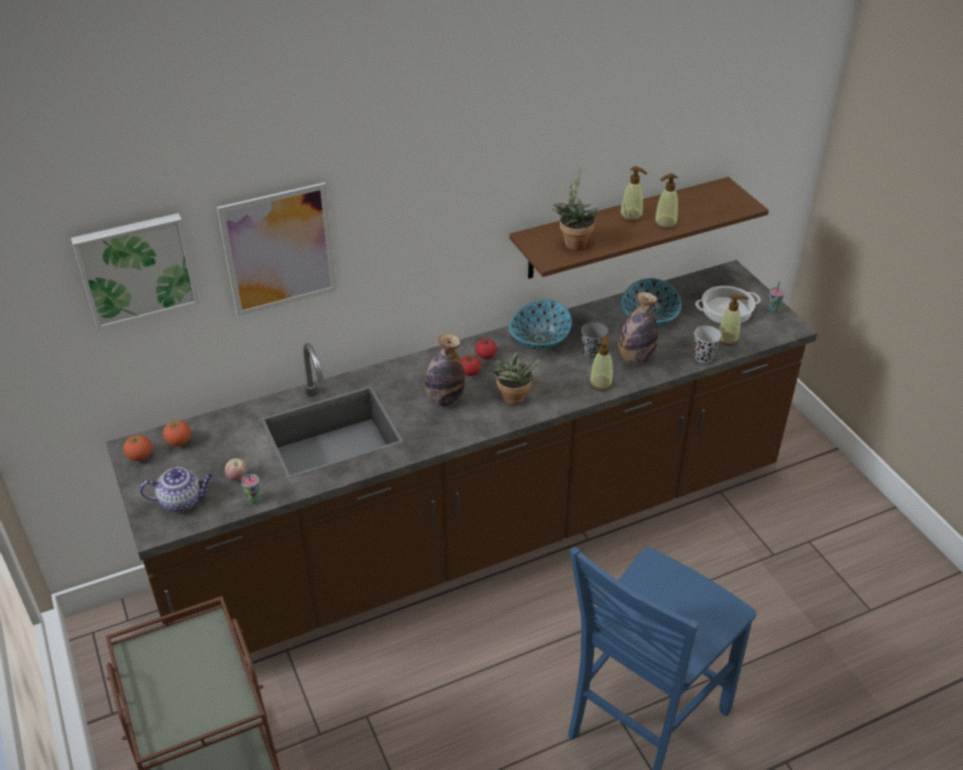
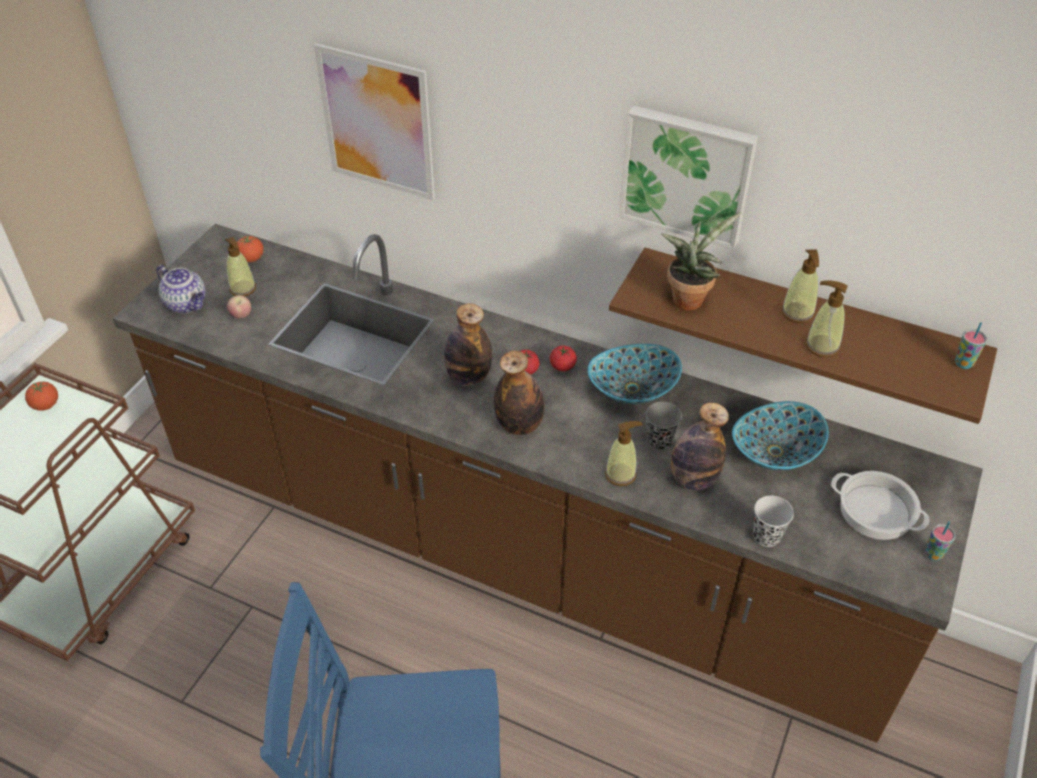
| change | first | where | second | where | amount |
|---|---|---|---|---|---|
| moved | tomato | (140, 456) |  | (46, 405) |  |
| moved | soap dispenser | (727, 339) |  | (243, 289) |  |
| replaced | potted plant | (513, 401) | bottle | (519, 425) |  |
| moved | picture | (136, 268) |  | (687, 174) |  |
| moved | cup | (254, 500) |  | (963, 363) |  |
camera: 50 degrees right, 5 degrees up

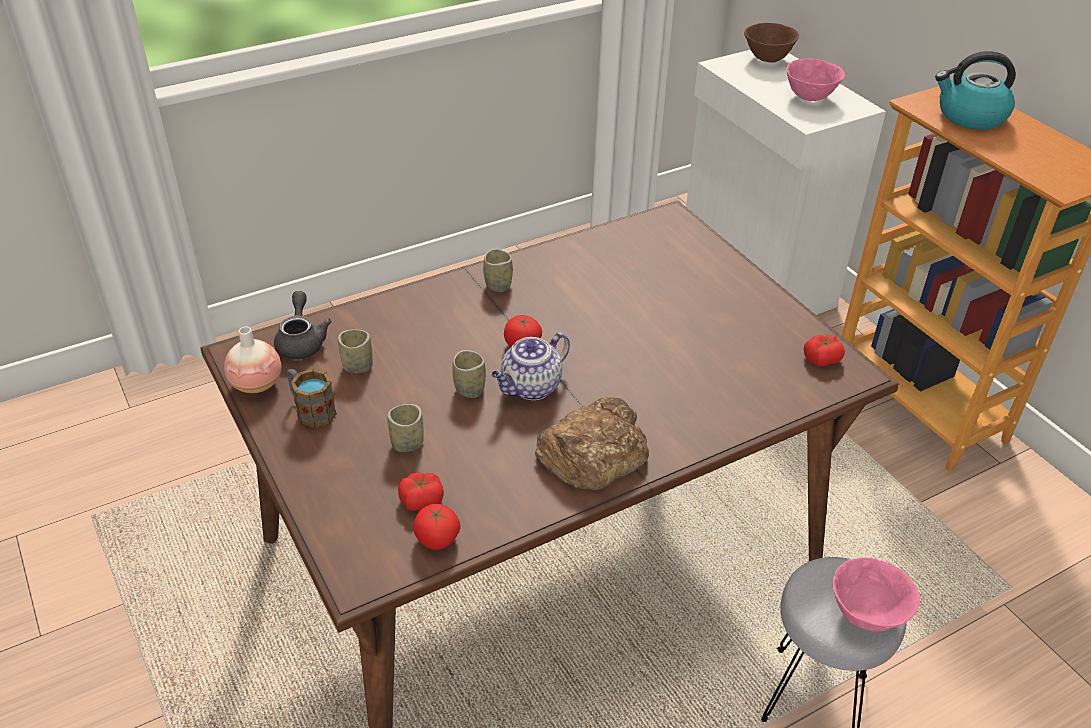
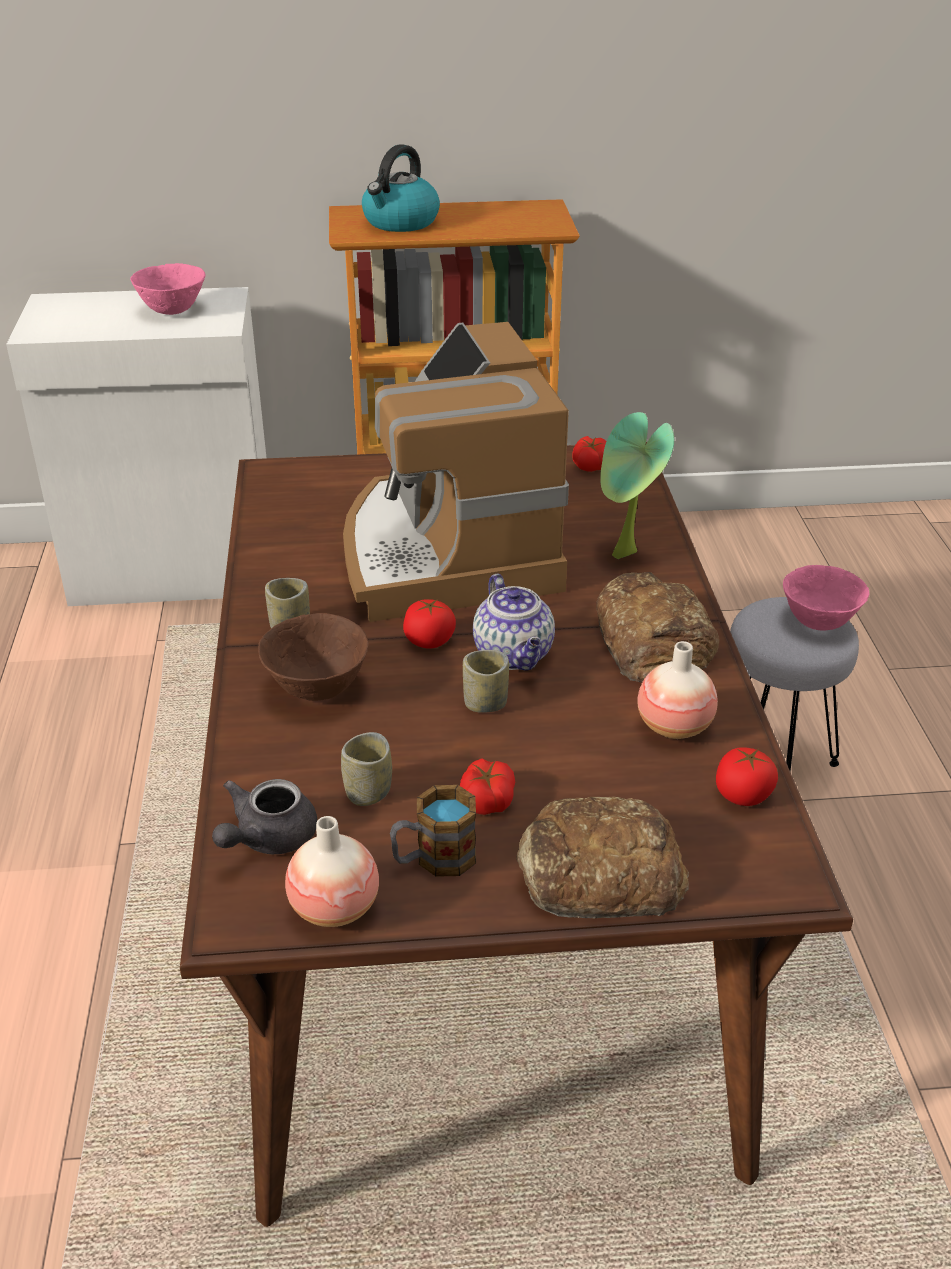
| change | first | where | second | where | amount |
|---|---|---|---|---|---|
| turned | teapot/grey | (302, 342) |  | (267, 838) | 75 degrees counterclockwise |
| moved | bowl/brown | (767, 59) |  | (316, 689) |  |
| added |  |  | coffee machine | (447, 552) |  |
| moved | tomato | (421, 499) |  | (487, 799) |  |
| added |  |  | bread | (597, 872) |  |
| added |  |  | potted plant | (625, 556) |  |
| added |  |  | vase | (674, 727) |  |
| removed | cup | (407, 443) |  |  |  |
camera: 65 degrees left, 5 degrees down

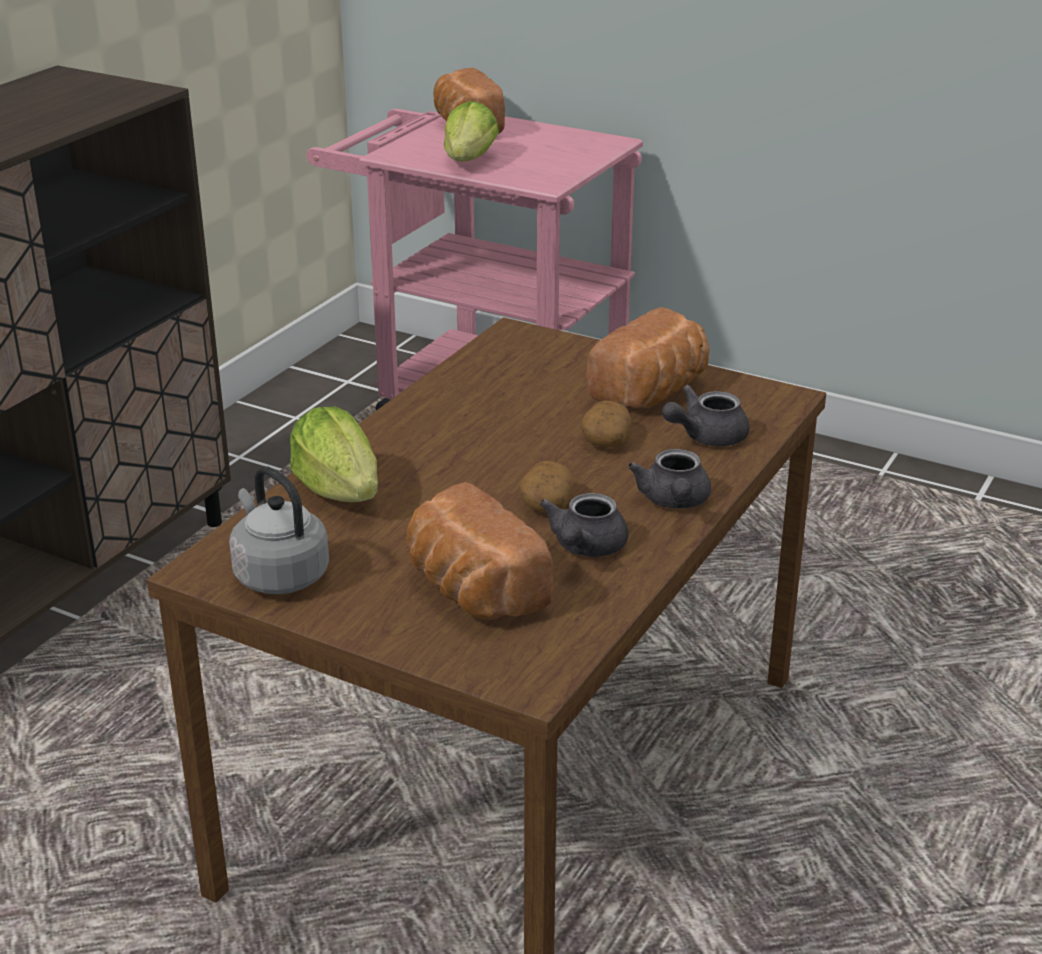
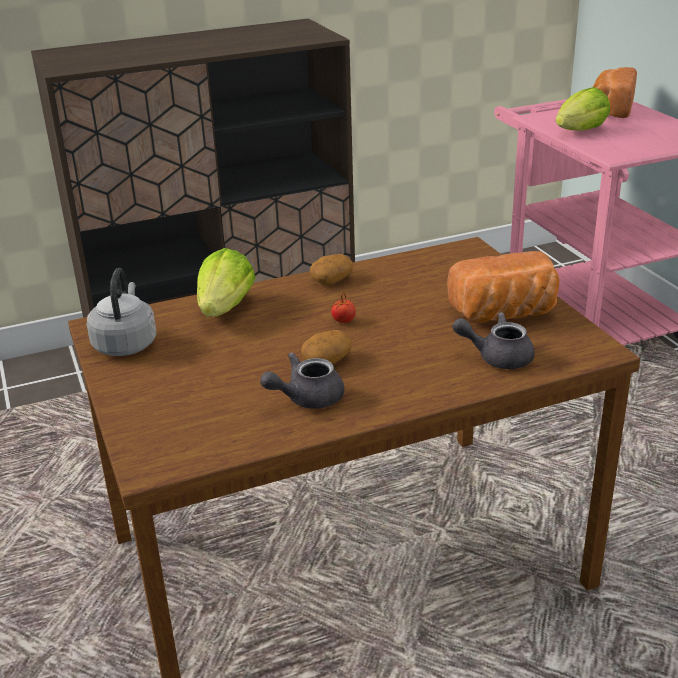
| change | first | where | second | where | amount |
|---|---|---|---|---|---|
| moved | potato | (605, 439) |  | (332, 280) |  |
| added |  |  | tomato | (343, 321) |  |
| removed | bread | (471, 590) |  |  |  |
| removed | teapot/grey | (674, 502) |  |  |  |
camera: 40 degrees right, 0 degrees up

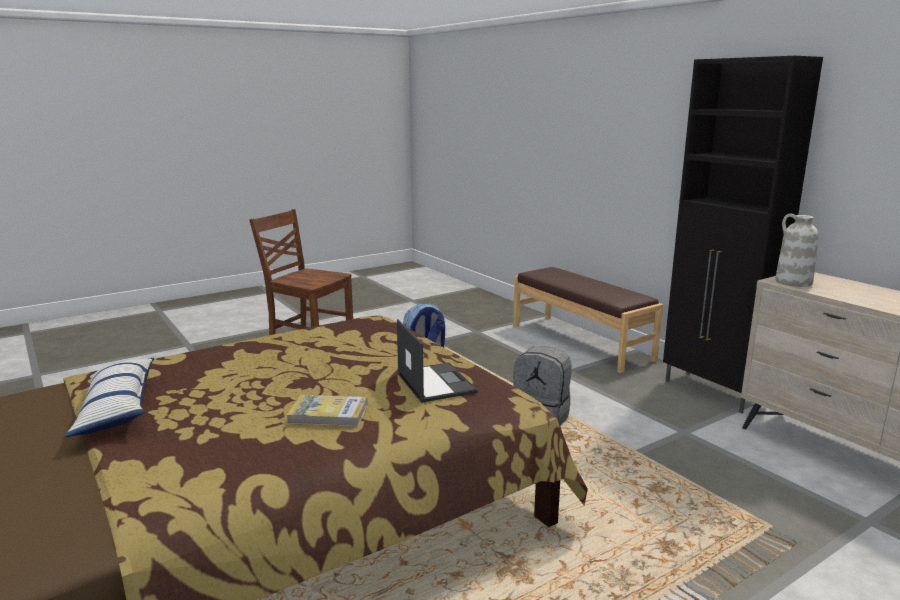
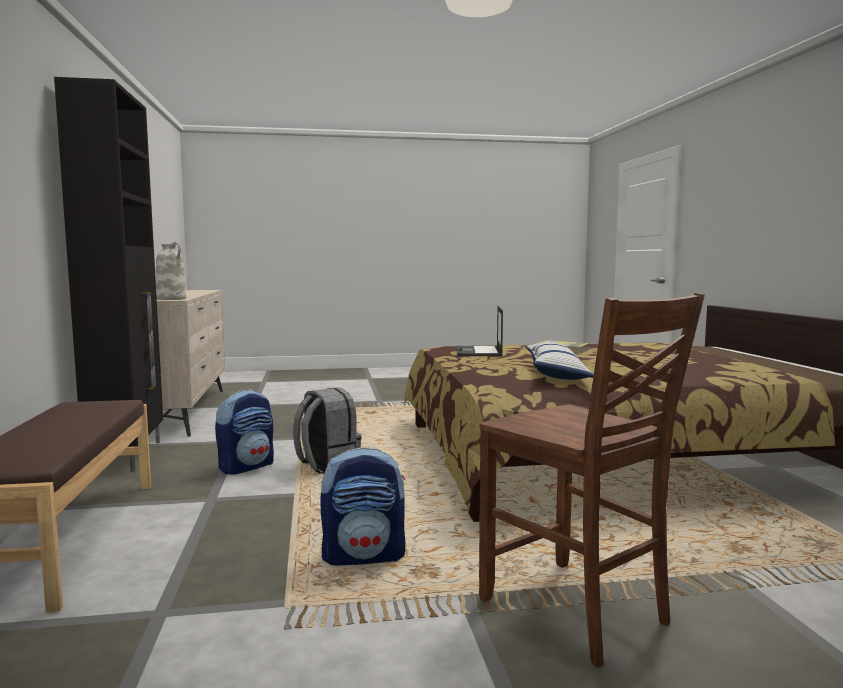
| change | first | where | second | where | amount |
|---|---|---|---|---|---|
| added |  |  | backpack | (247, 466) |  |
| moved | pillow | (117, 408) |  | (556, 374) |  |
camera: 155 degrees left, 10 degrees down

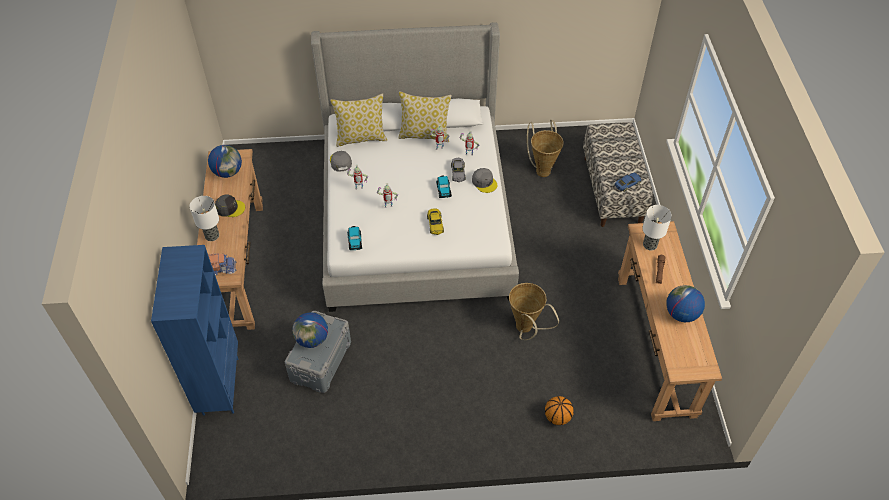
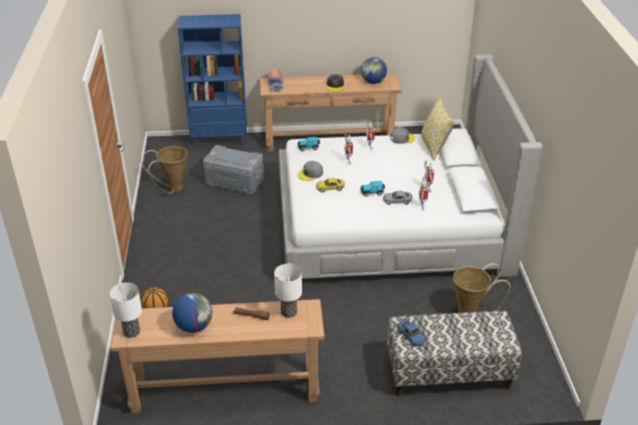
| change | first | where | second | where | amount |
|---|---|---|---|---|---|
| moved | table lamp | (212, 236) |  | (131, 332) |  |
| moved | basket | (526, 329) |  | (172, 189) |  |
| moved | cap/grey | (484, 182) |  | (310, 174) |  |
| removed | globe | (312, 339) |  |  |  |
| removed | pillow | (424, 134) |  |  |  |
camera: 90 degrees right, 15 degrees down

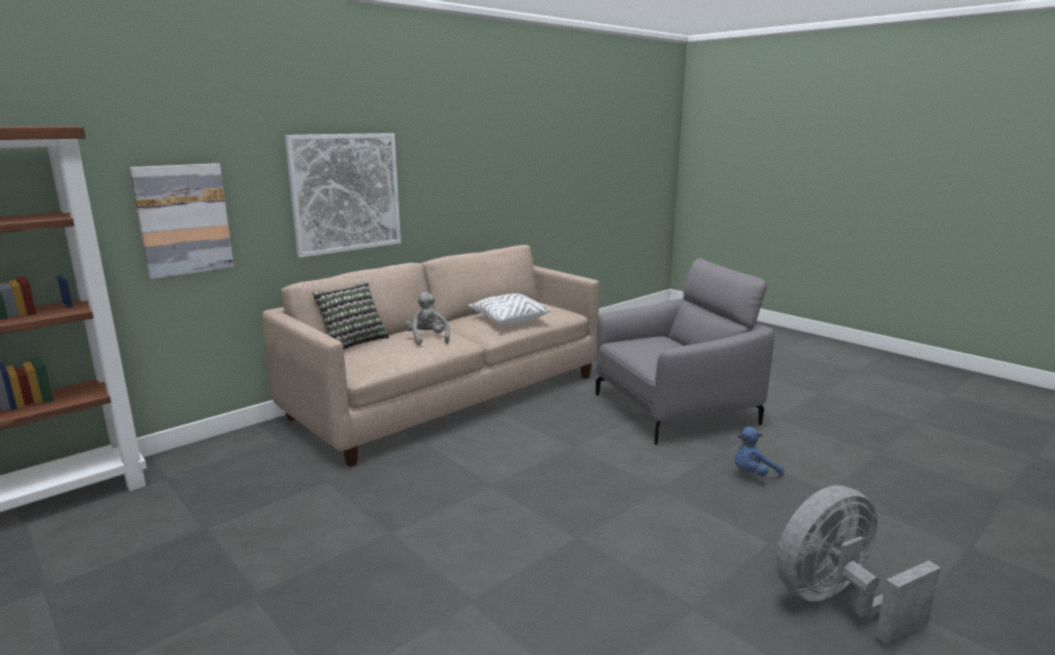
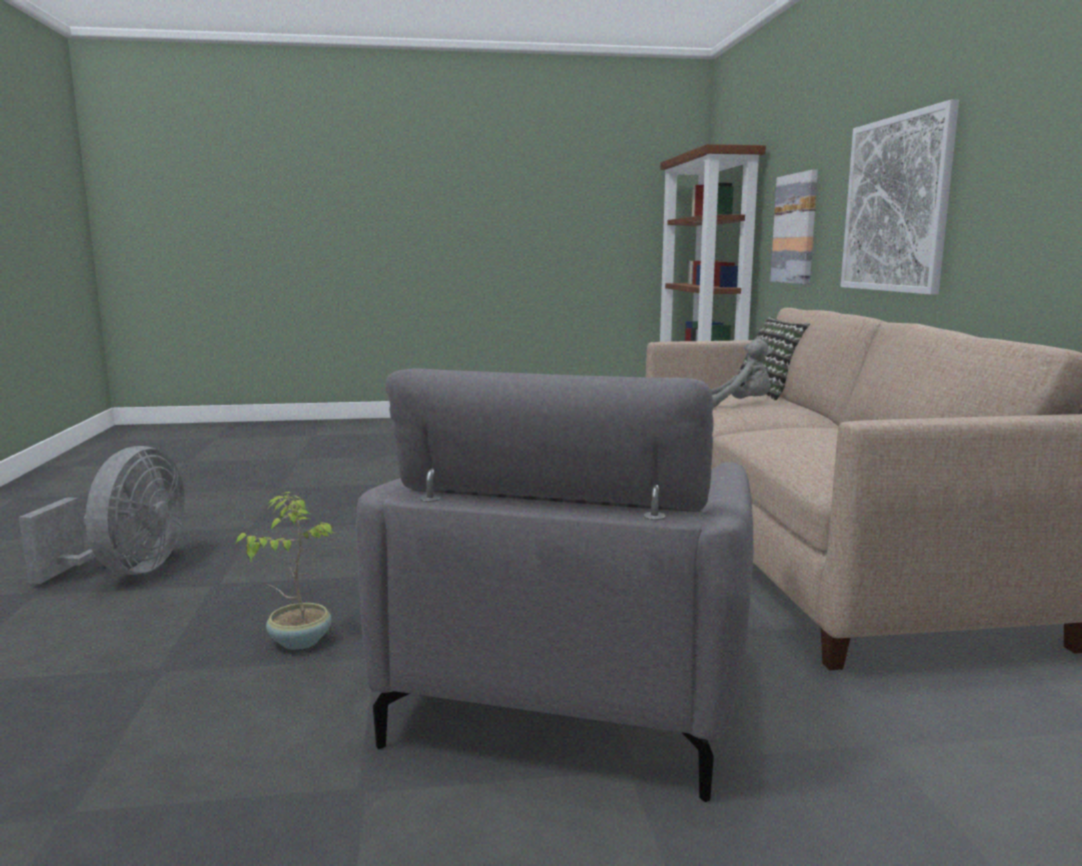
| change | first | where | second | where | amount |
|---|---|---|---|---|---|
| replaced | plush toy/blue | (753, 474) | potted plant | (299, 641) |  |
| removed | pillow/white | (509, 319) |  |  |  |
camera: 125 degrees right, 5 degrees down

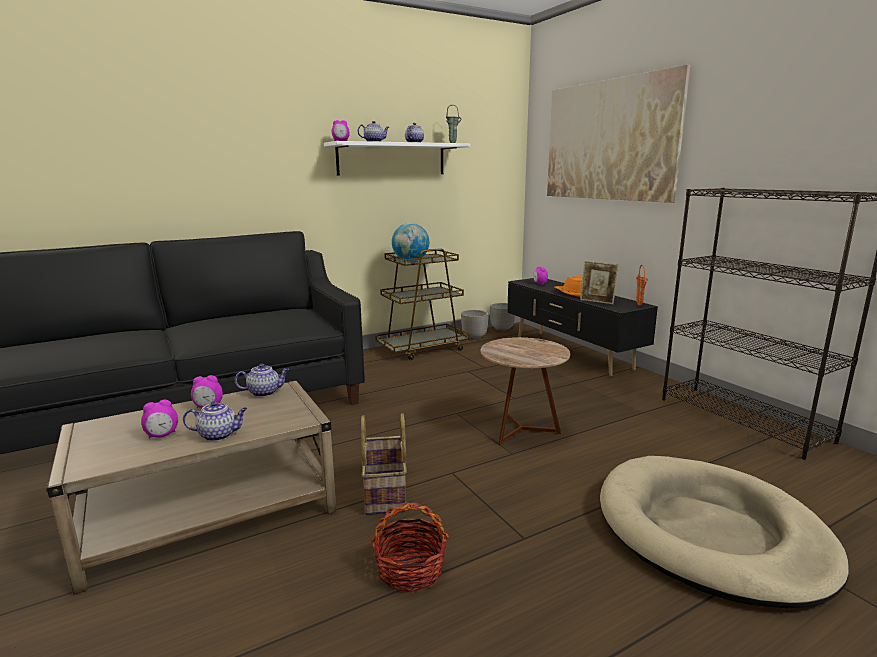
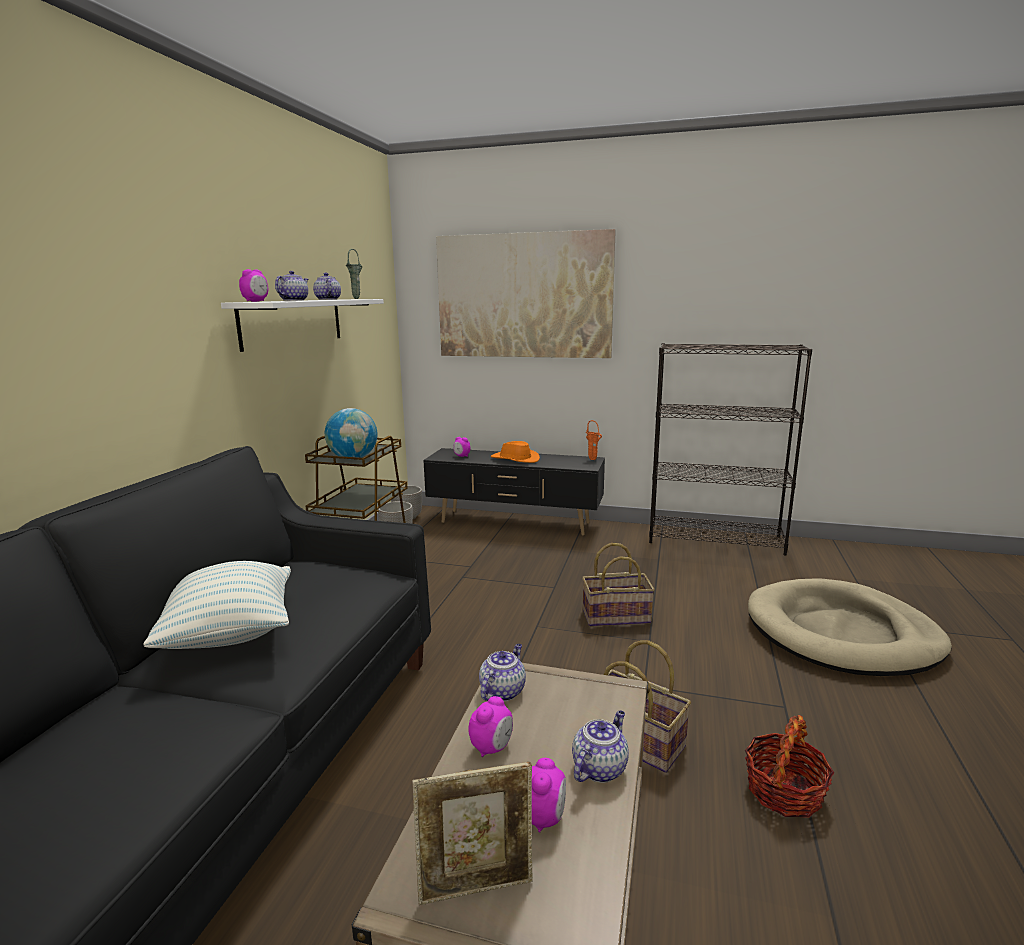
| change | first | where | second | where | amount |
|---|---|---|---|---|---|
| added |  |  | pillow | (231, 633) |  |
| moved | picture frame | (597, 302) |  | (476, 886) |  |
| replaced | side table/brown | (521, 430) | basket | (616, 616) |  |
camera: 45 degrees left, 0 degrees up

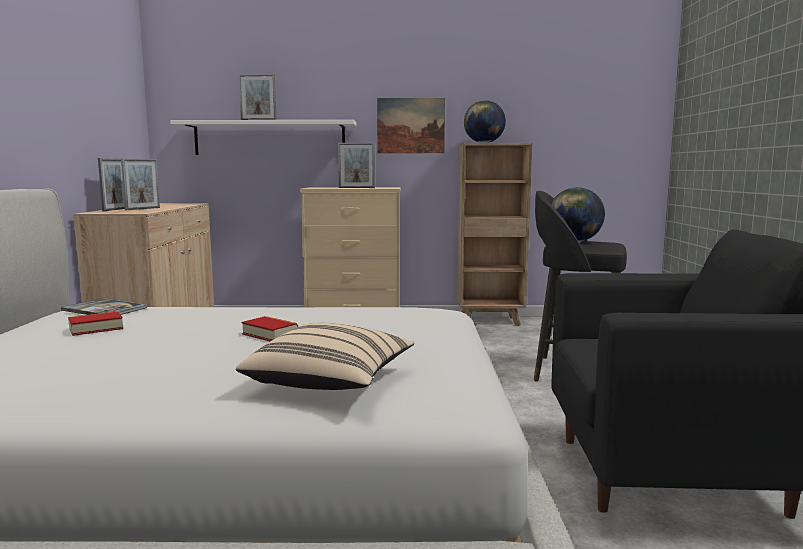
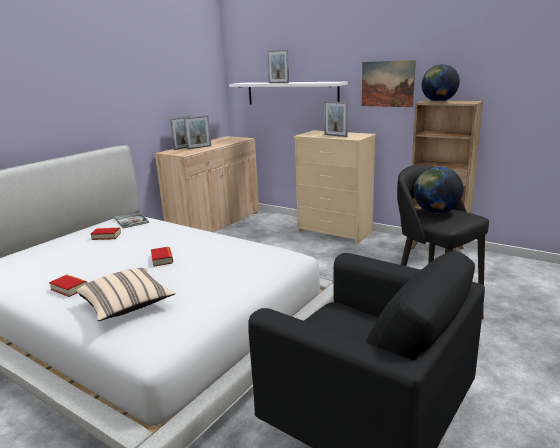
| change | first | where | second | where | amount |
|---|---|---|---|---|---|
| added |  |  | book | (69, 288) |  |
camera: 35 degrees right, 10 degrees up

